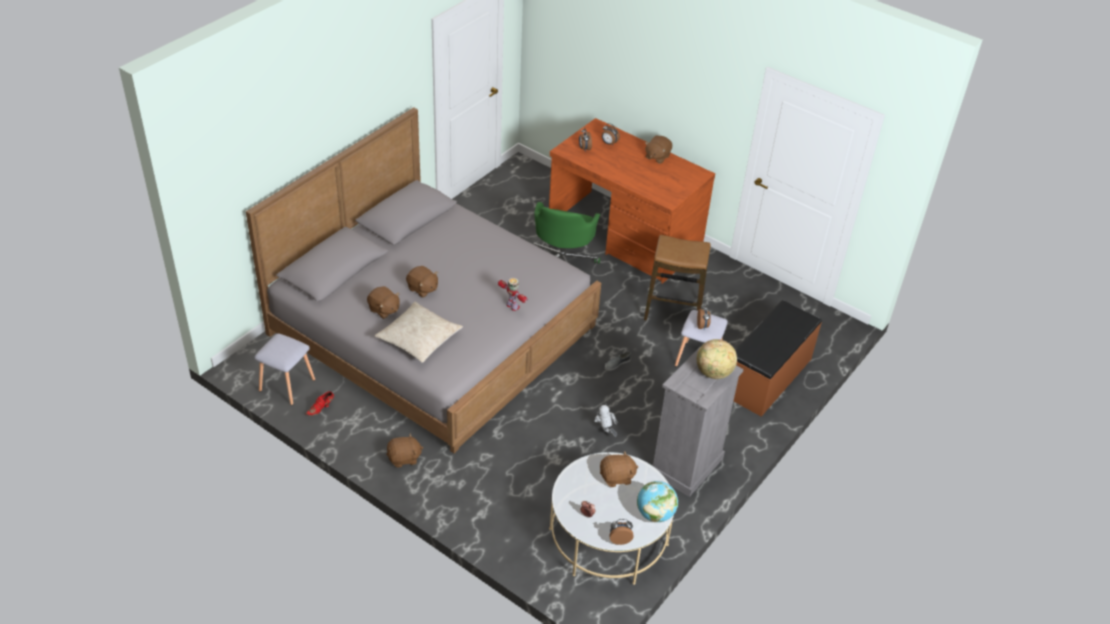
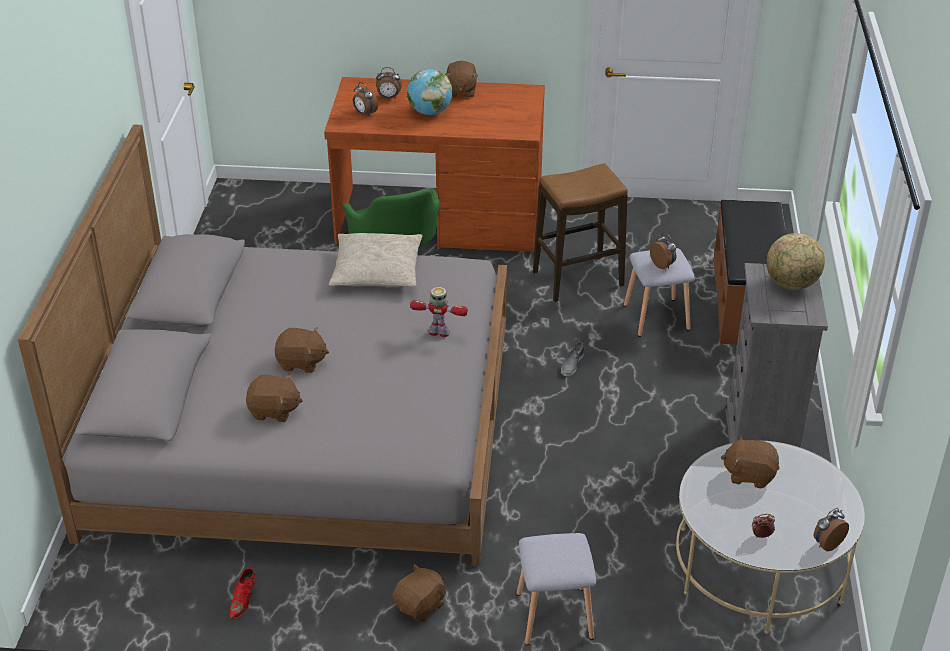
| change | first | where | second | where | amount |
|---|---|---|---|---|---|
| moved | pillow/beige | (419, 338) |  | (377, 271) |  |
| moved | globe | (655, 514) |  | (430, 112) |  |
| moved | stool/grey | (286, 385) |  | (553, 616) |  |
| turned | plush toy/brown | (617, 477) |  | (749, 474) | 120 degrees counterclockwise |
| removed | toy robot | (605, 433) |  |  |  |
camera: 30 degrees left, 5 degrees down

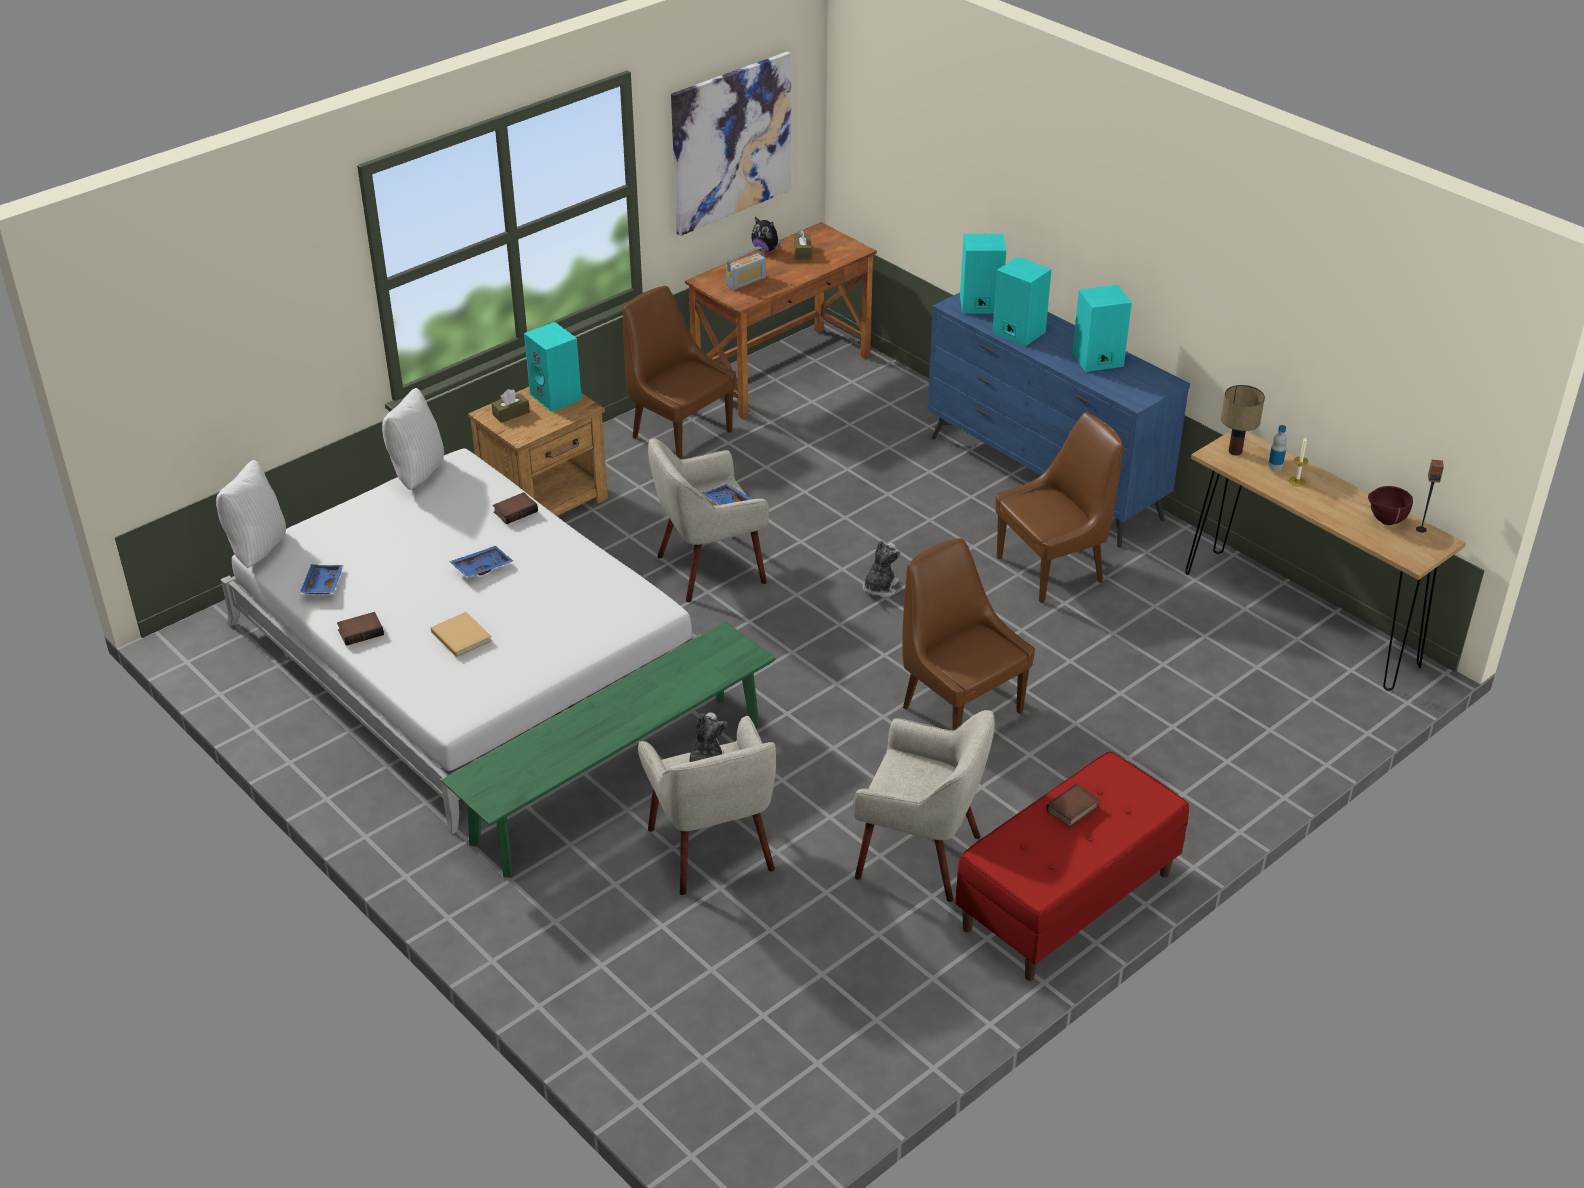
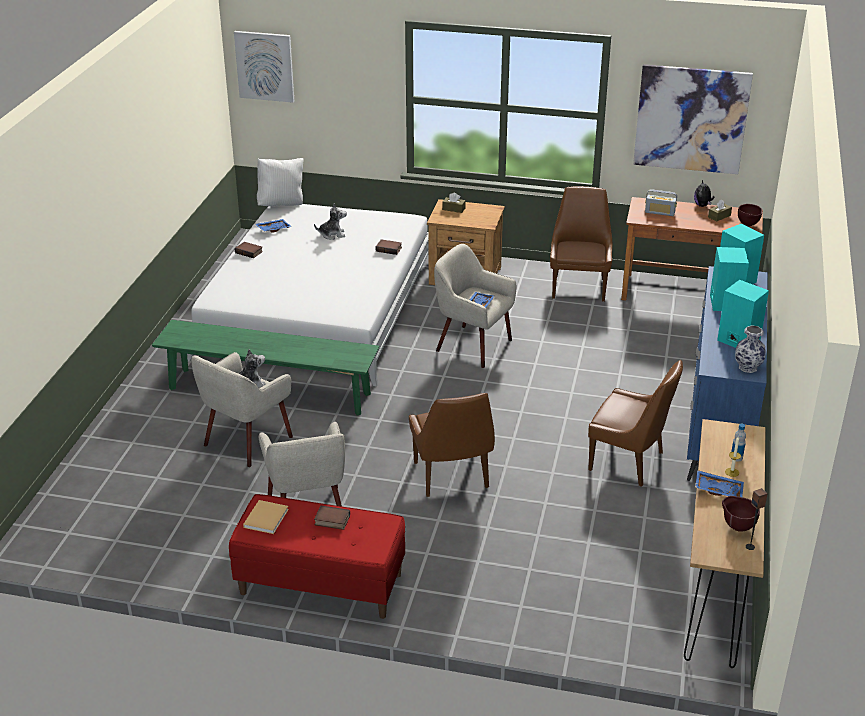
| change | first | where | second | where | amount |
|---|---|---|---|---|---|
| added |  |  | picture | (265, 66) |  |
| moved | book/beige | (460, 635) |  | (266, 517) |  |
| moved | plush toy | (879, 587) |  | (332, 234) |  |
| turned | chair/brown | (959, 707) |  | (451, 477) | 150 degrees clockwise |
| moved | tray/blue | (481, 567) |  | (718, 489) |  |
| added |  |  | vase | (747, 367) |  |
| added |  |  | bowl/brown | (748, 225) |  |
| removed | pillow/white | (416, 473) |  |  |  |
| removed | speaker/turquoise | (557, 397) |  |  |  |
| removed | table lamp | (1235, 452) |  |  |  |
camera: 55 degrees right, 5 degrees down

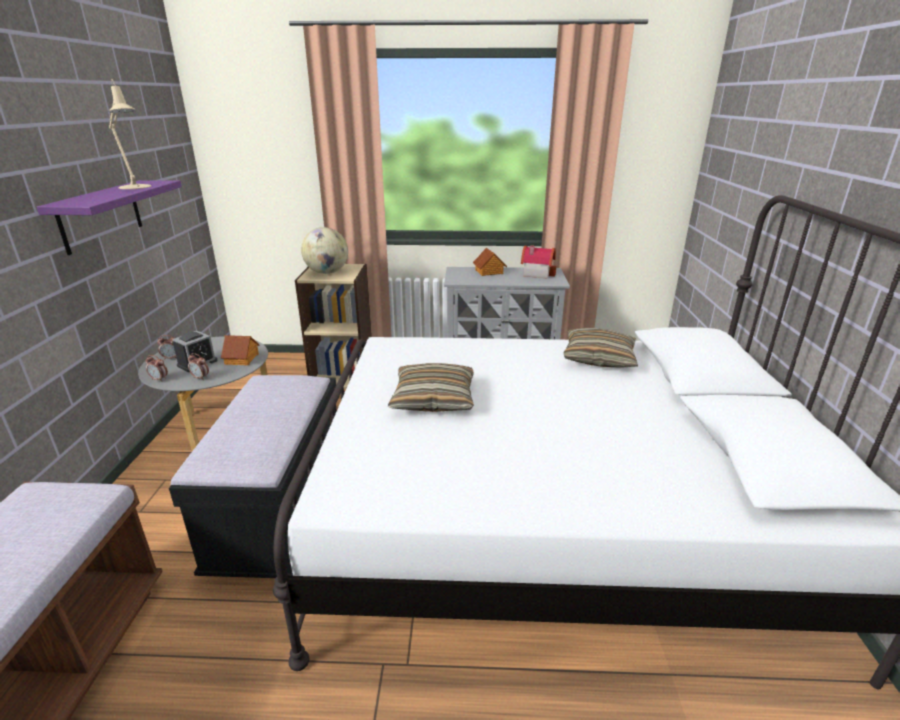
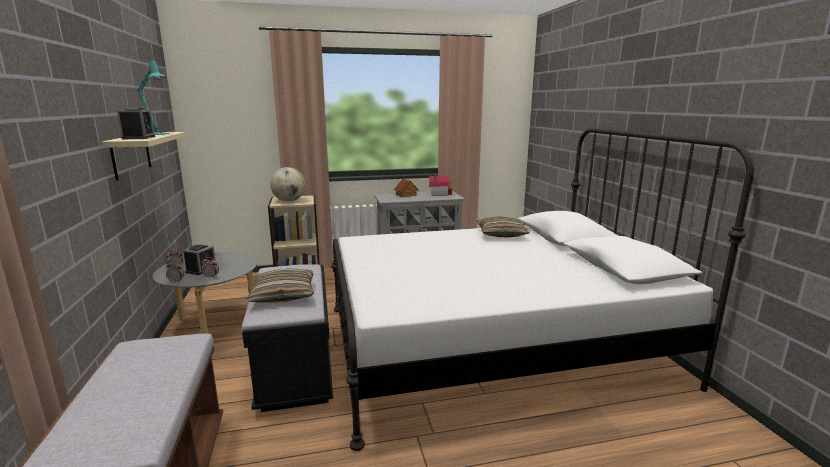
| change | first | where | second | where | amount |
|---|---|---|---|---|---|
| recoloured | shelf/purple | (101, 215) | shelf/beige | (131, 154) |  |
| added |  |  | alarm clock | (139, 138) |  |
| recoloured | table lamp/beige | (136, 187) | table lamp/turquoise | (158, 134) |  |
| moved | pillow | (433, 398) |  | (283, 294) |  |
| removed | toy house | (242, 359) |  |  |  |
camera: 15 degrees left, 10 degrees down

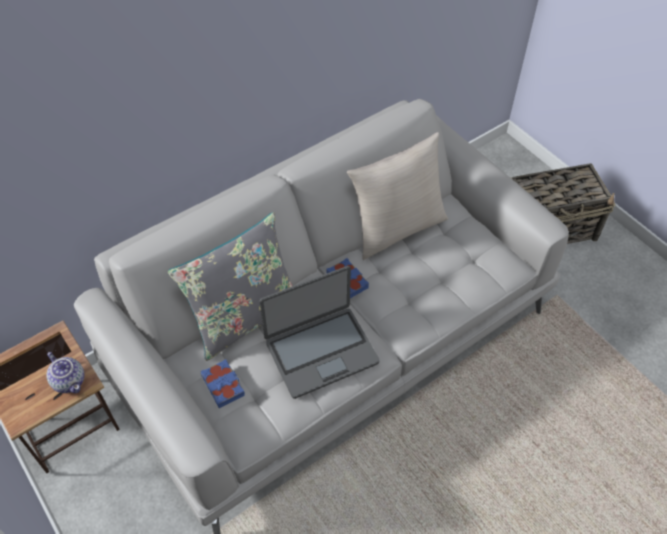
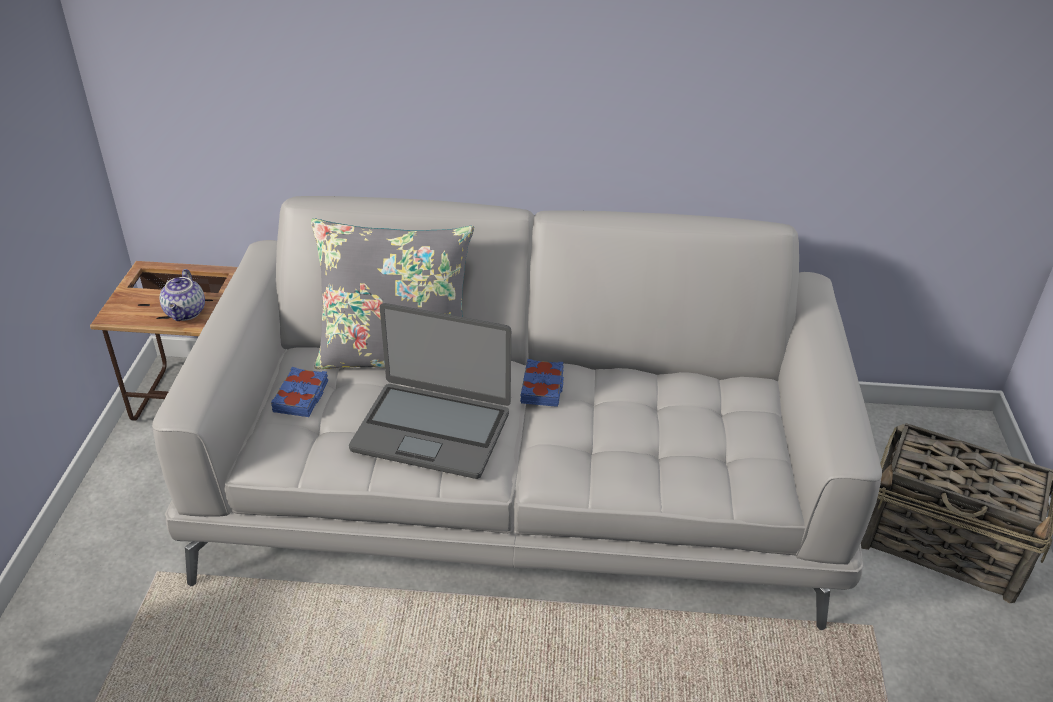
| change | first | where | second | where | amount |
|---|---|---|---|---|---|
| removed | pillow/beige | (397, 228) |  |  |  |
camera: 40 degrees right, 15 degrees down

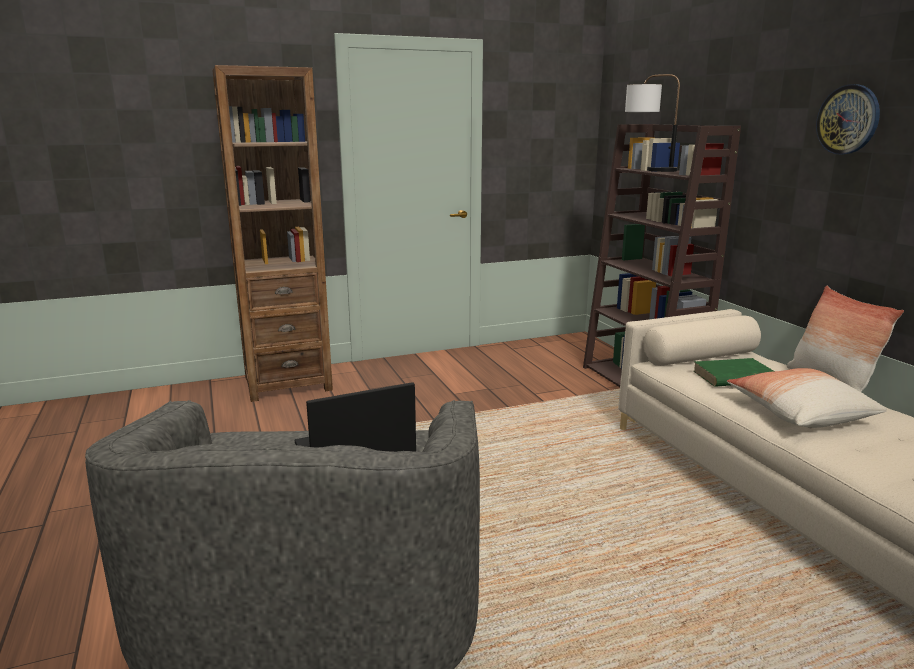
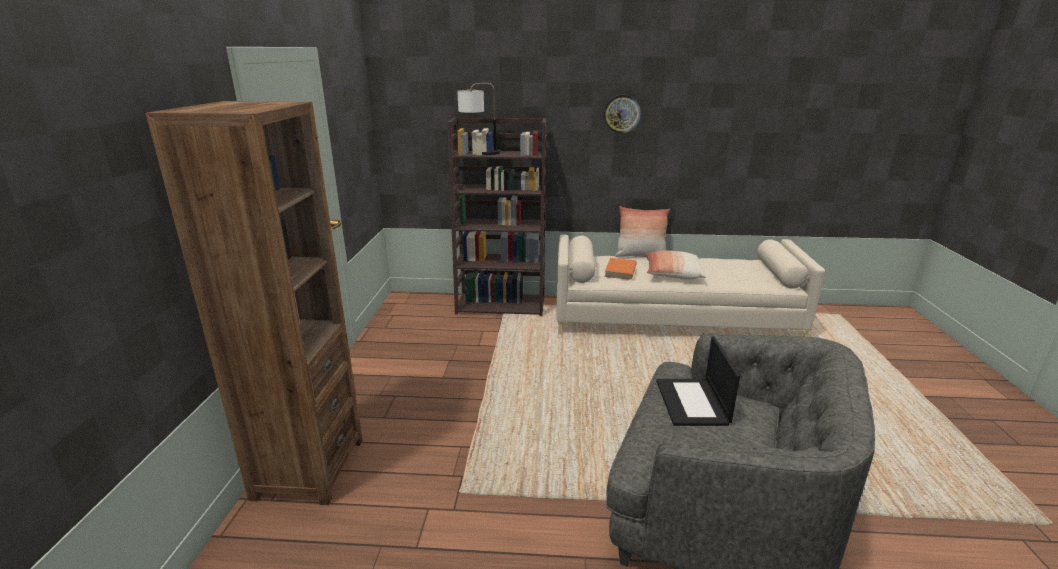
| change | first | where | second | where | amount |
|---|---|---|---|---|---|
| recoloured | book/green | (733, 377) | book/orange | (620, 271) |  |
camera: 65 degrees left, 5 degrees up

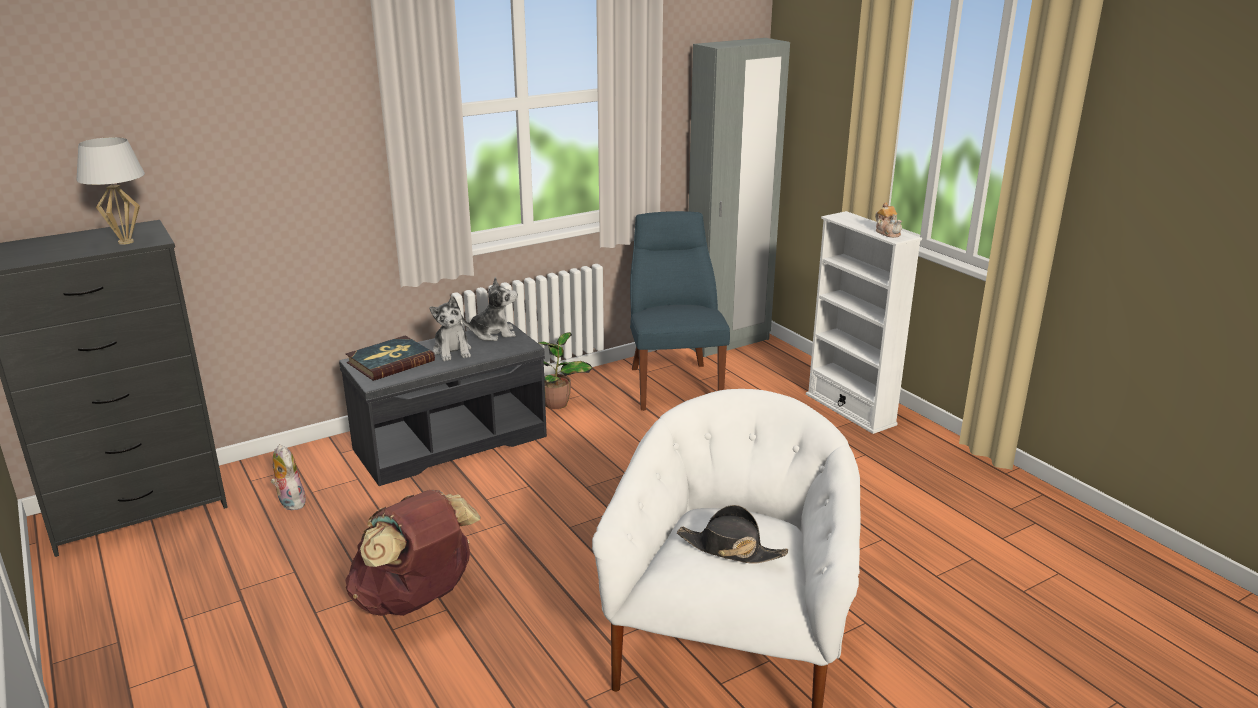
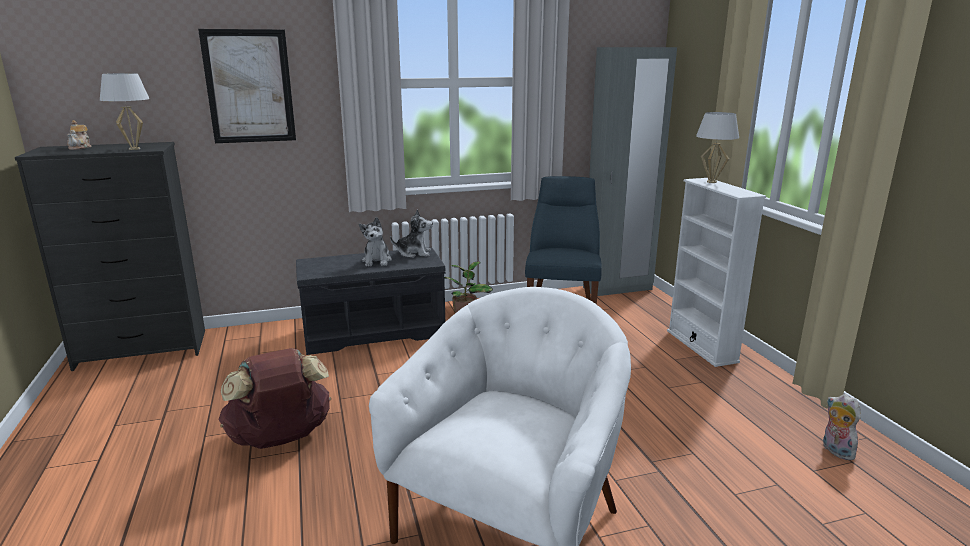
| change | first | where | second | where | amount |
|---|---|---|---|---|---|
| moved | teapot | (888, 233) |  | (80, 147) |  |
| added |  |  | picture | (249, 87) |  |
| added |  |  | table lamp/white | (712, 182) |  |
| moved | plush toy | (289, 502) |  | (835, 451) |  |
| removed | book | (390, 361) |  |  |  |
| removed | hat/black | (730, 549) |  |  |  |
camera: 15 degrees right, 5 degrees down

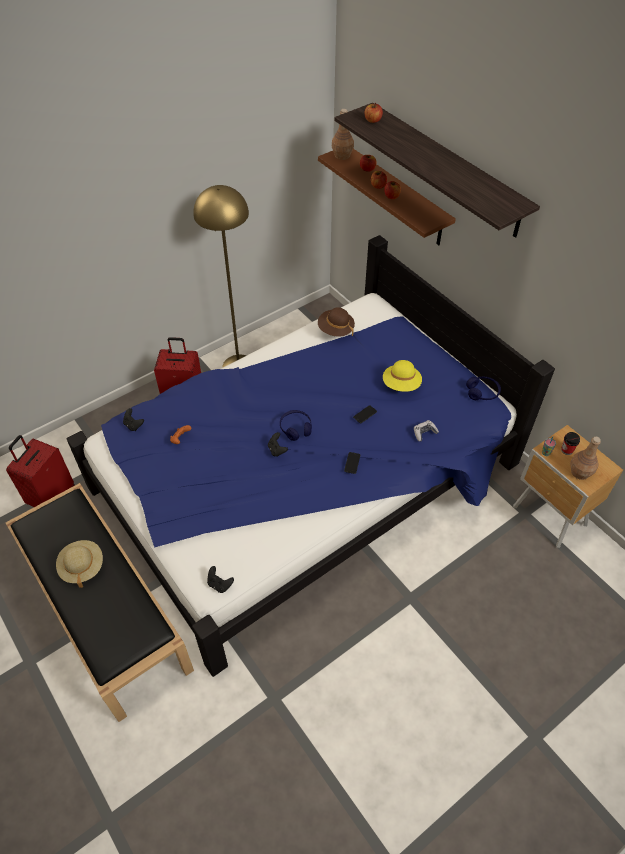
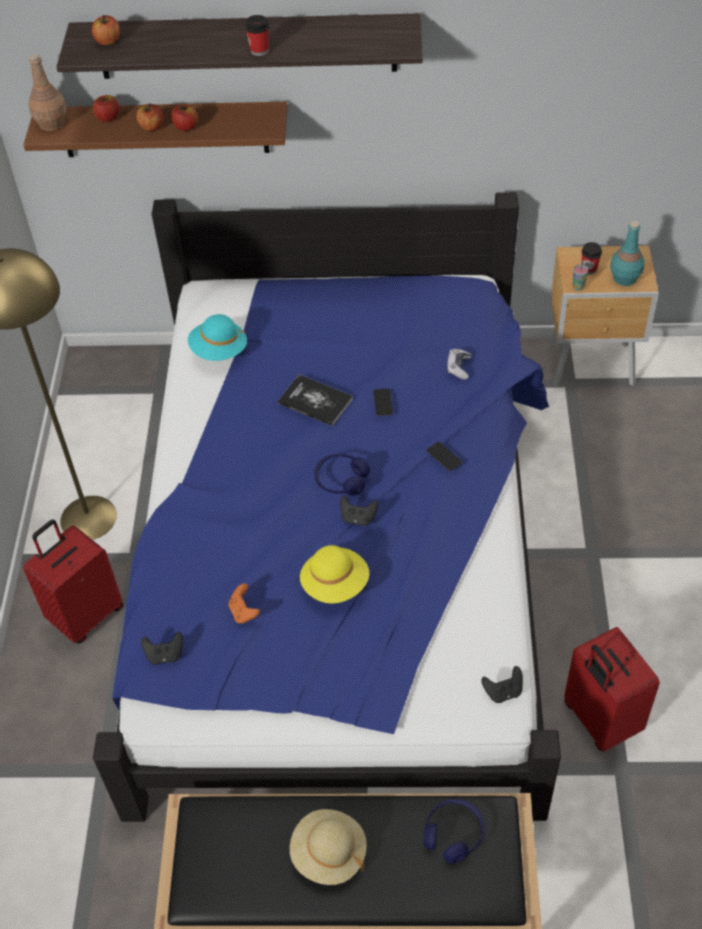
| change | first | where | second | where | amount |
|---|---|---|---|---|---|
| recoloured | hat/brown | (335, 330) | hat/turquoise | (219, 351) |  |
| added |  |  | cup | (259, 50) |  |
| added |  |  | book | (315, 401) |  |
| moved | hat/yellow | (401, 384) |  | (335, 584) |  |
| moved | headphones/blue | (482, 392) |  | (453, 834) |  |
| moved | suitcase/red | (51, 496) |  | (599, 720) |  |
| recoloured | bottle/brown | (580, 472) | bottle/turquoise | (624, 278) |  |
camera: 50 degrees left, 0 degrees up

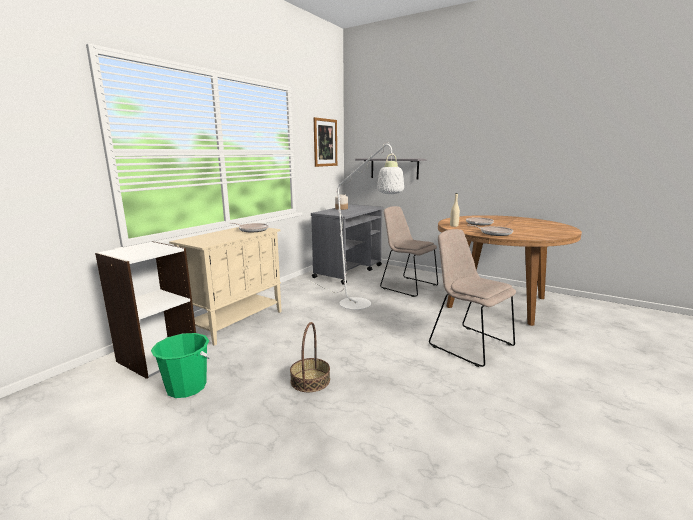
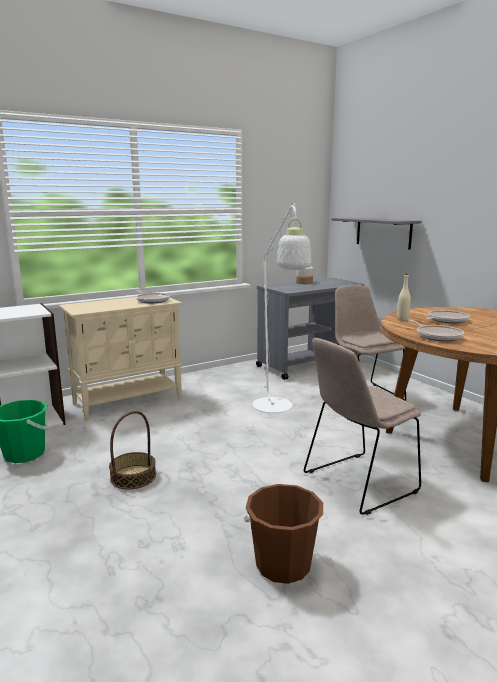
| change | first | where | second | where | amount |
|---|---|---|---|---|---|
| added |  |  | bucket/brown | (283, 565) |  |
| turned | chair/beige | (468, 344) |  | (357, 483) | 105 degrees counterclockwise |
| removed | picture | (325, 142) |  |  |  |
camera: 25 degrees right, 0 degrees up

